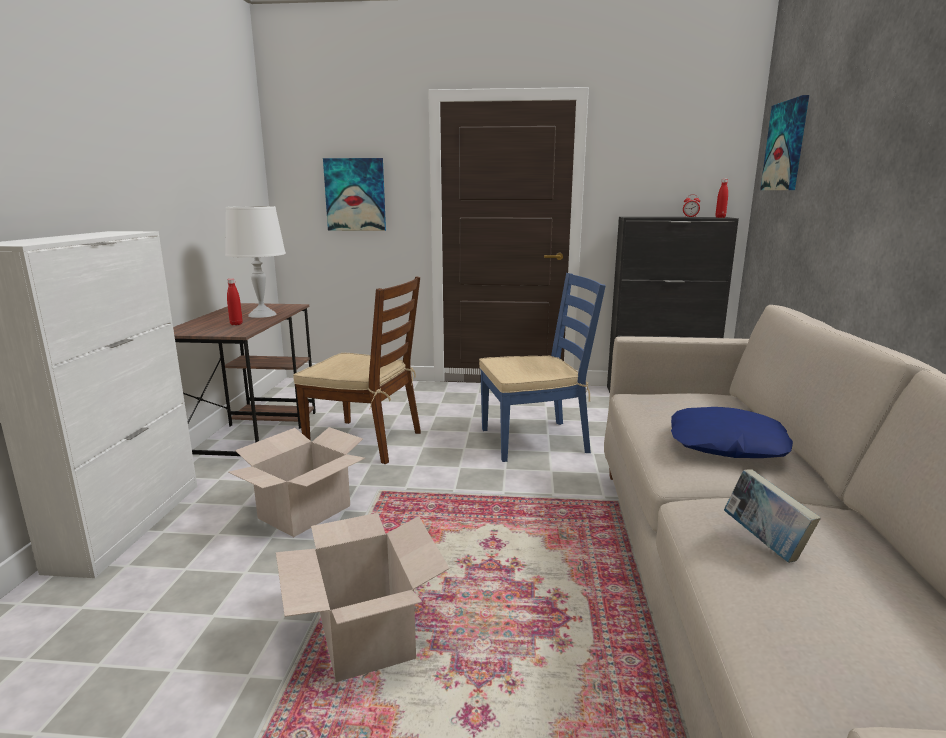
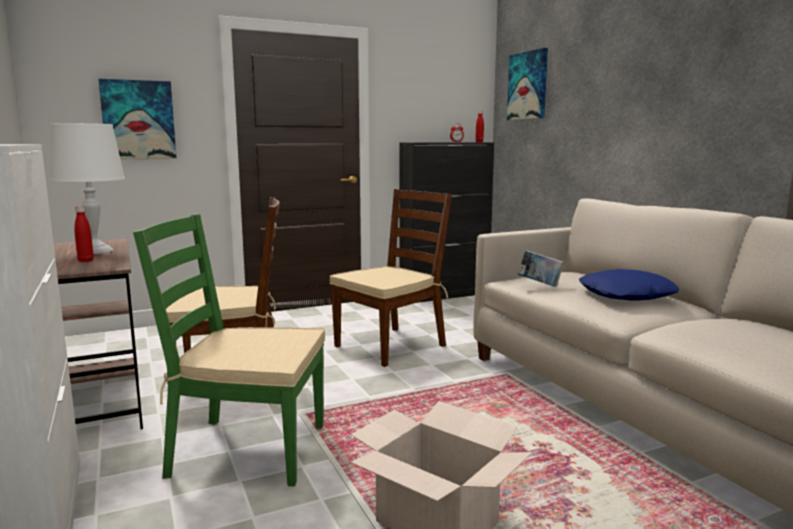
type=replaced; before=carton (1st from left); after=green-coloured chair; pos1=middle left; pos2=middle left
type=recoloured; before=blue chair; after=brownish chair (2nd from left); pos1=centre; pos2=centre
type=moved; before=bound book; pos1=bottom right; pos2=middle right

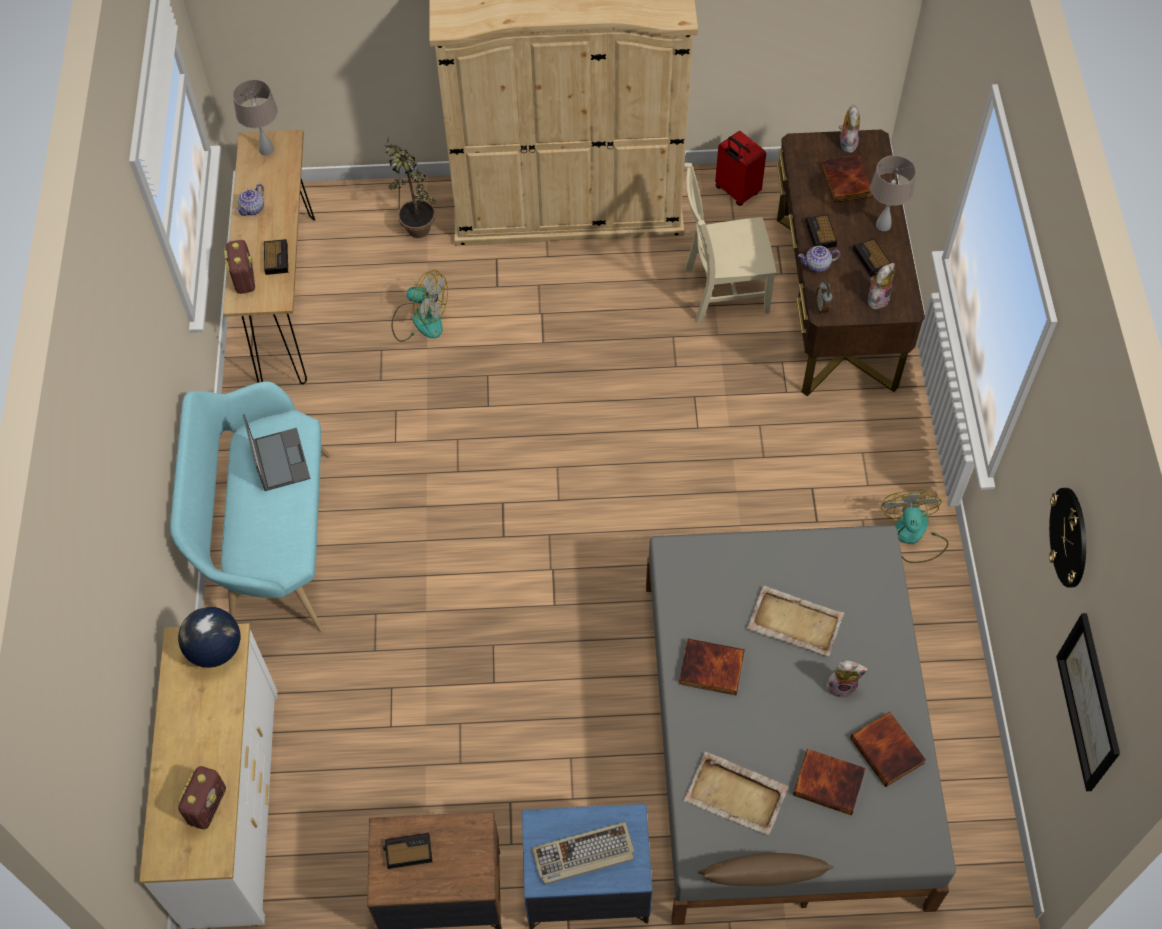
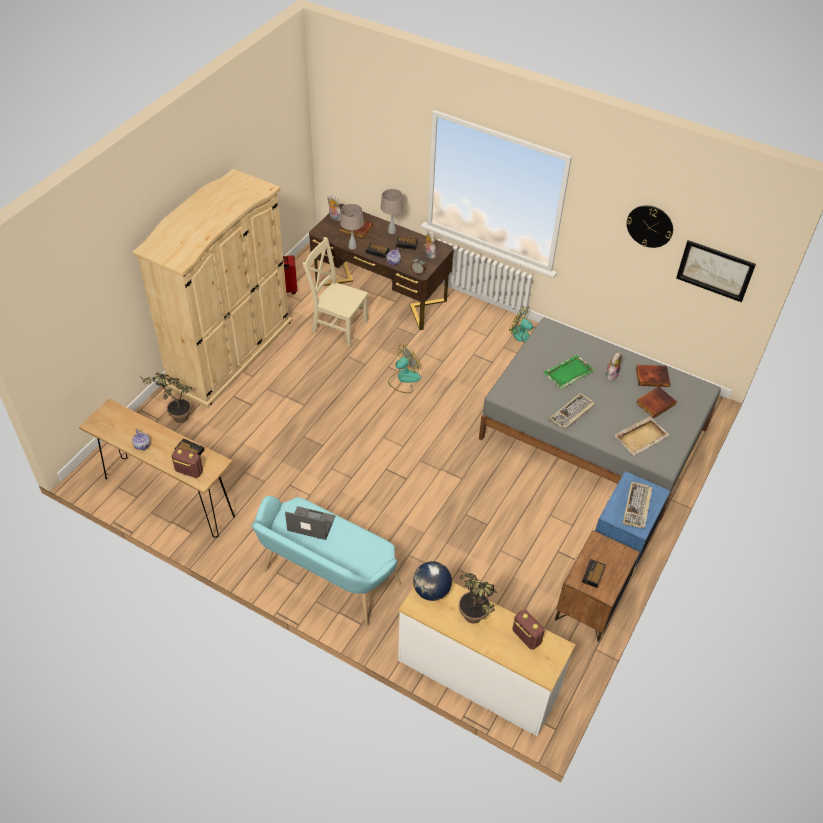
type=turned; before=beige-coloured chair; pos1=top centre; pos2=centre; turn=90
type=moved; before=beige-coloured tabletop lamp (1st from left); pos1=top left; pos2=top centre
type=moved; before=fan (1st from left); pos1=top centre; pos2=centre
type=added; after=plant in a pot (2nd from left); pos2=bottom centre
type=recoloured; before=beige-coloured serving tray (2nd from left); after=green-coloured serving tray; pos1=bottom right; pos2=middle right
type=replaced; before=bound book (1st from left); after=PC keyboard (1st from left); pos1=bottom centre; pos2=middle right
type=removed; before=brownish pillow; pos1=bottom centre

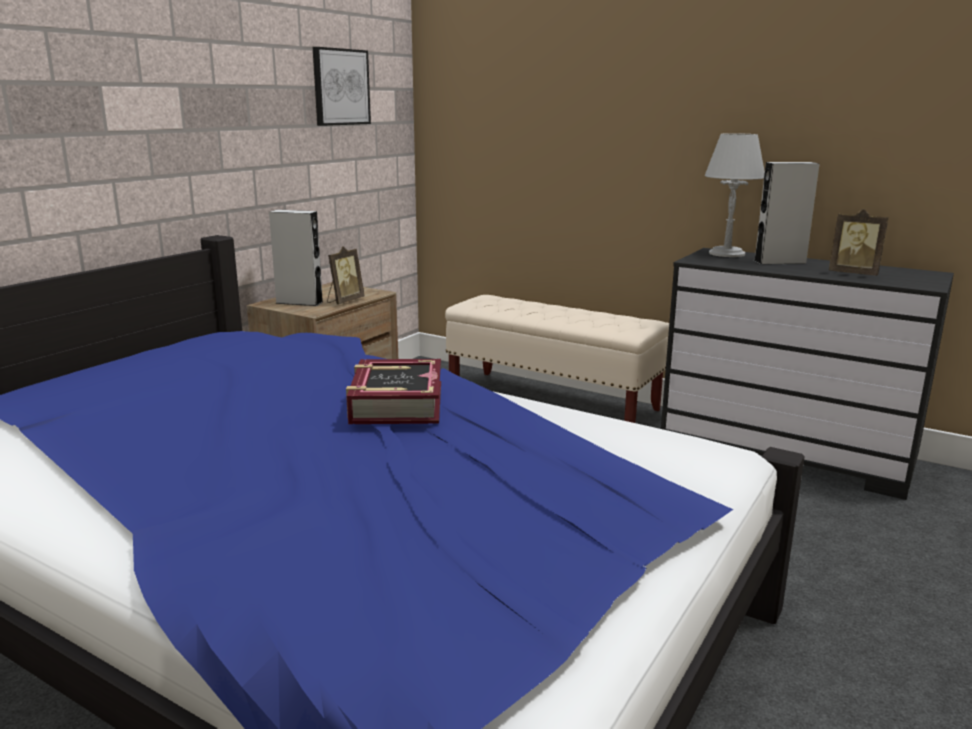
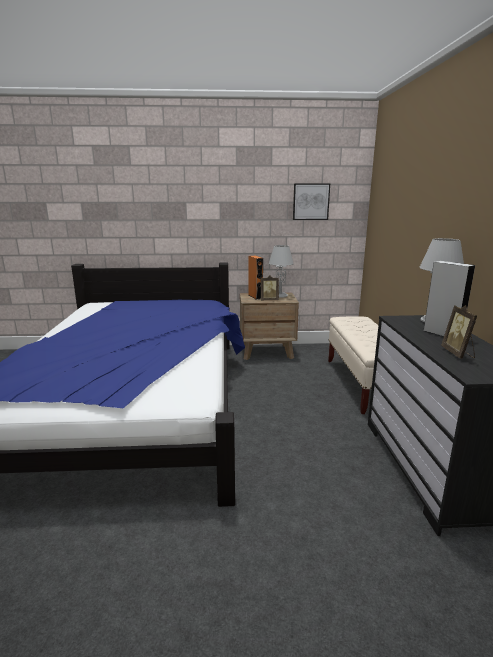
type=recoloured; before=grey audio speaker (1st from left); after=orange-coloured audio speaker; pos1=middle left; pos2=centre
type=added; after=grey tabletop lamp (1st from left); pos2=centre
type=removed; before=bound book; pos1=centre

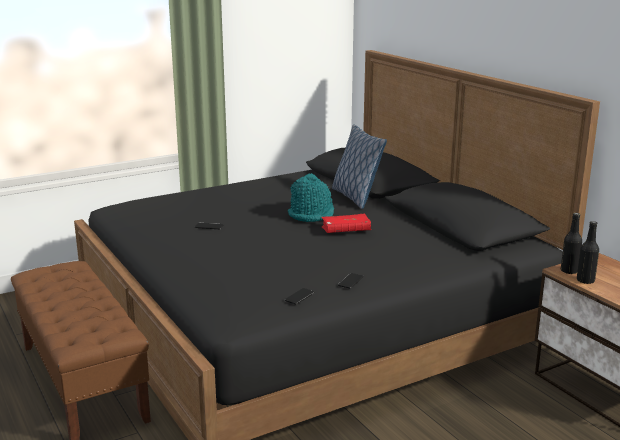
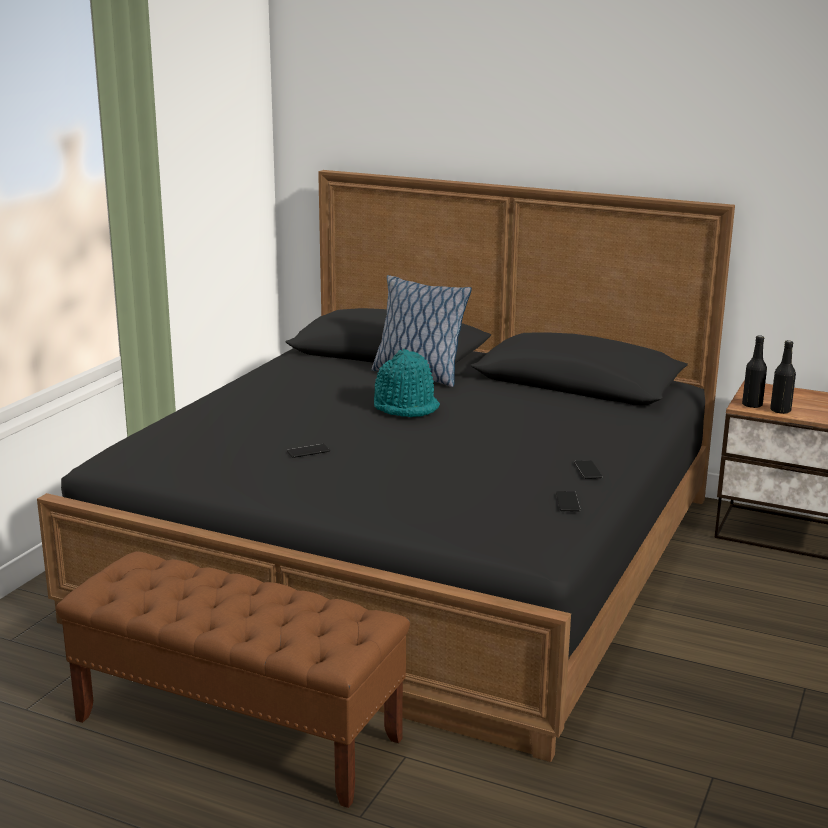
type=removed; before=reddish bound book; pos1=centre

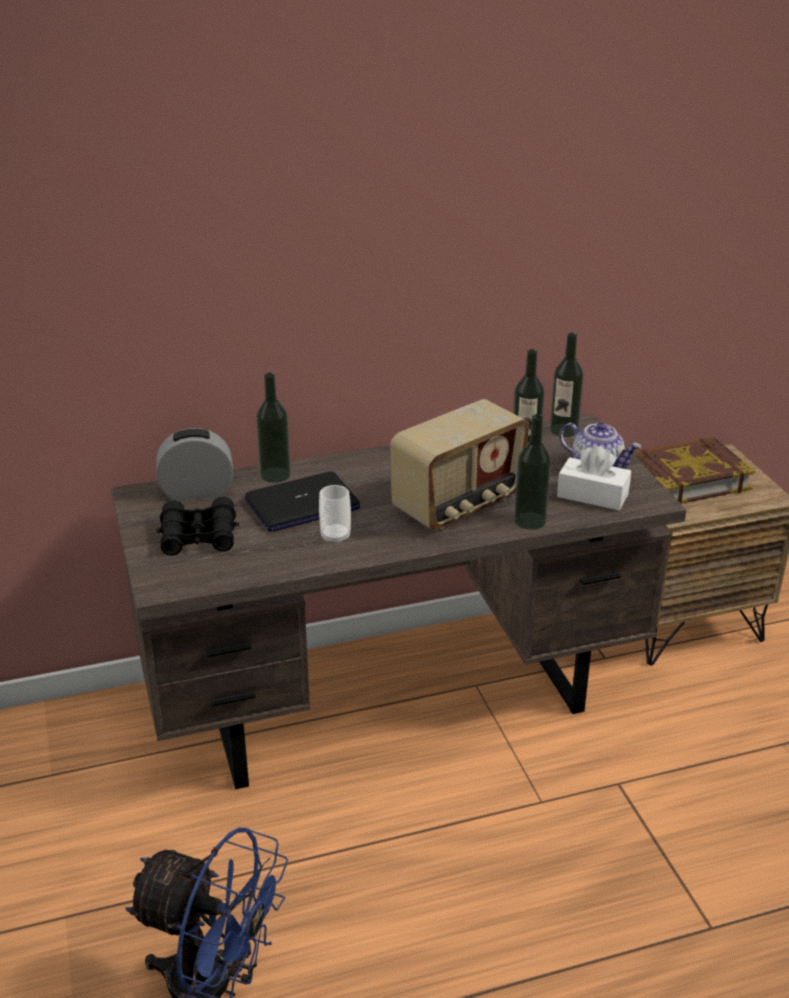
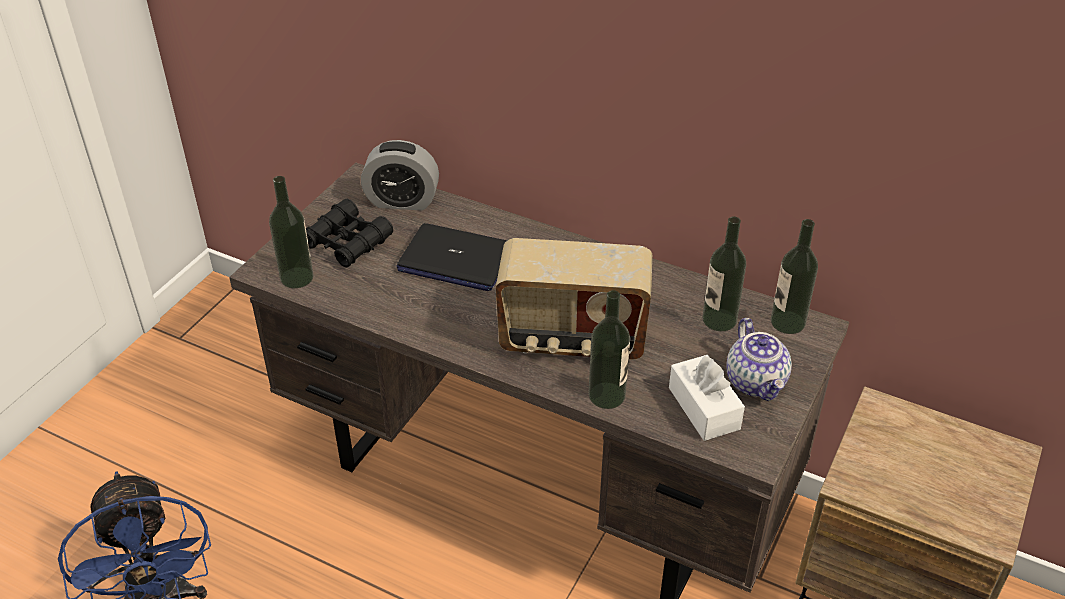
type=moved; before=beverage bottle (1st from left); pos1=centre; pos2=middle left
type=turned; before=bedside clock; pos1=middle left; pos2=top centre; turn=150
type=removed; before=drinking cup; pos1=centre
type=removed; before=bound book; pos1=middle right

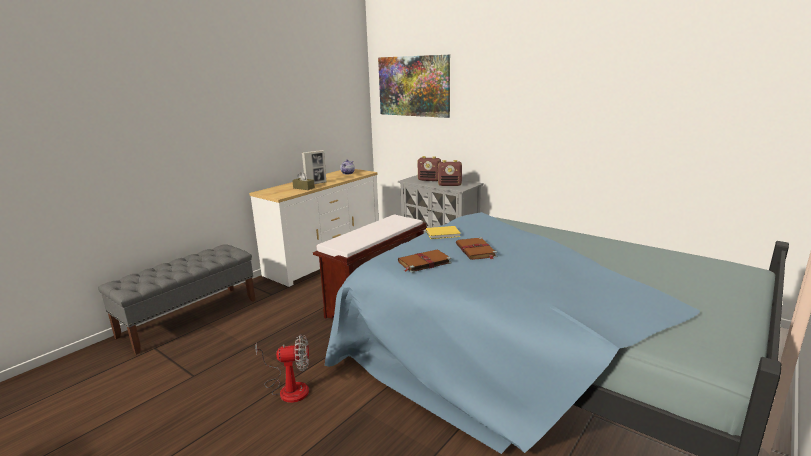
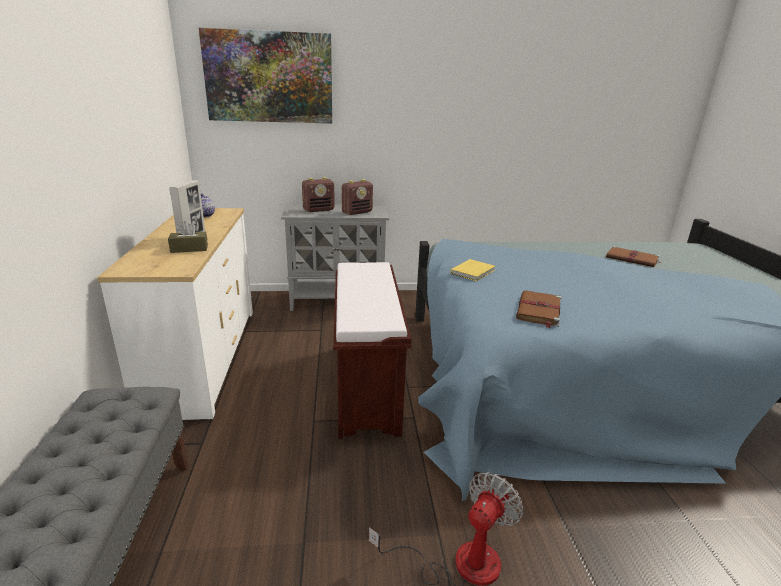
type=moved; before=brownish bound book (2nd from left); pos1=centre; pos2=middle right

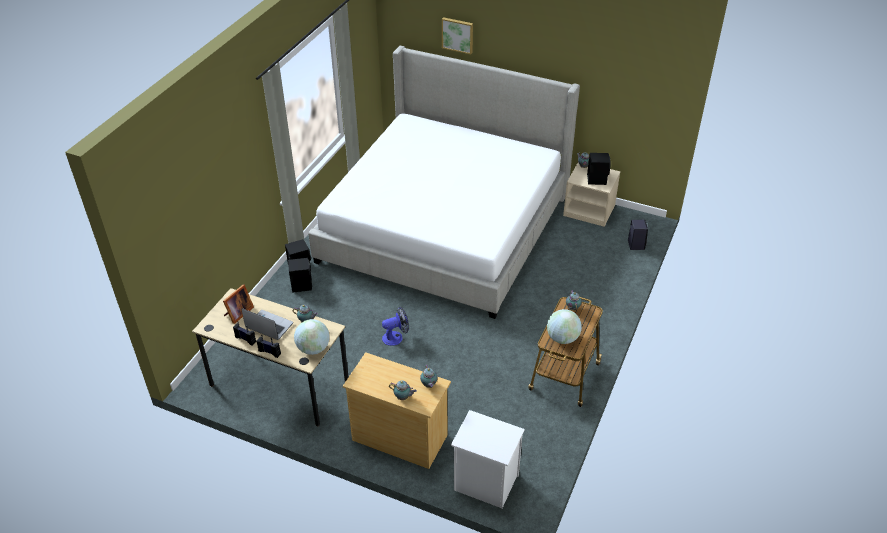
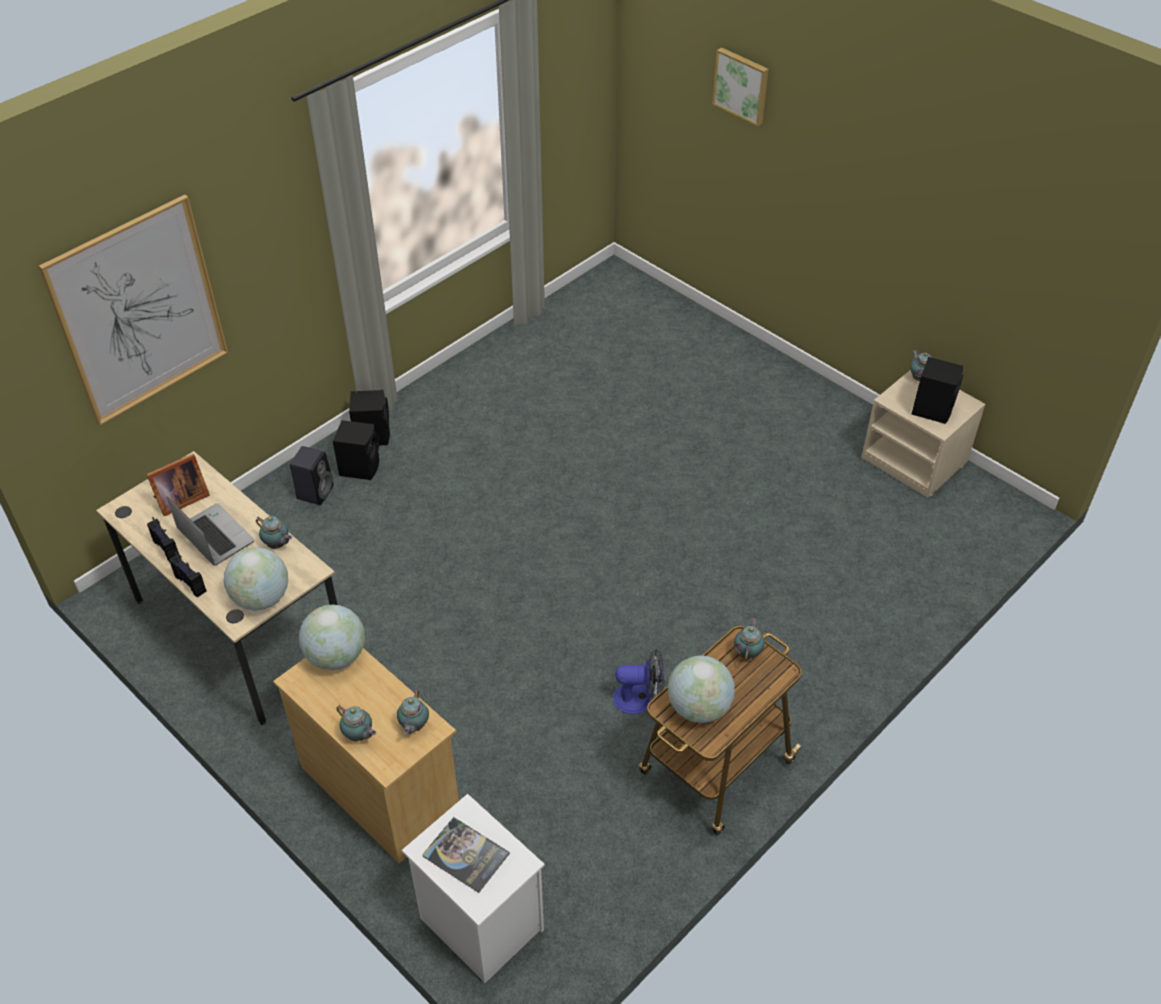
type=added; after=wall picture (1st from left); pos2=top left
type=moved; before=blackish audio speaker (4th from left in the first image); after=blackish audio speaker (1st from left); pos1=middle right; pos2=middle left
type=added; after=desk globe (2nd from left); pos2=middle left
type=added; after=bound book; pos2=bottom centre
type=moved; before=fan; pos1=centre; pos2=bottom centre
type=removed; before=bed; pos1=centre

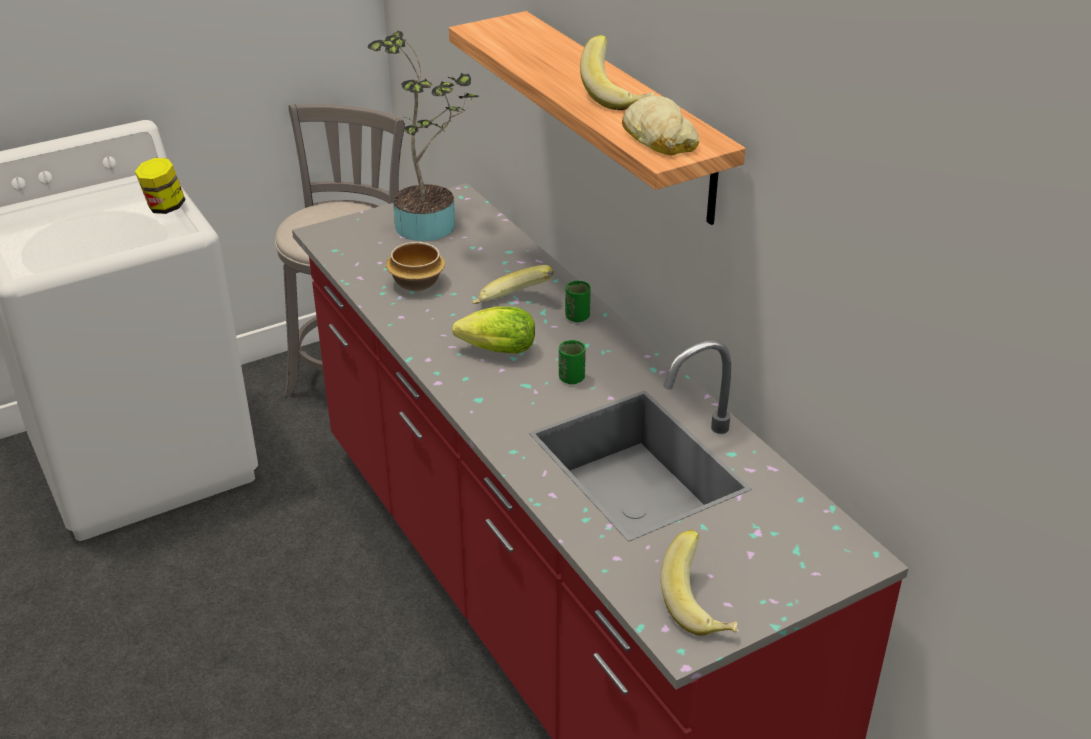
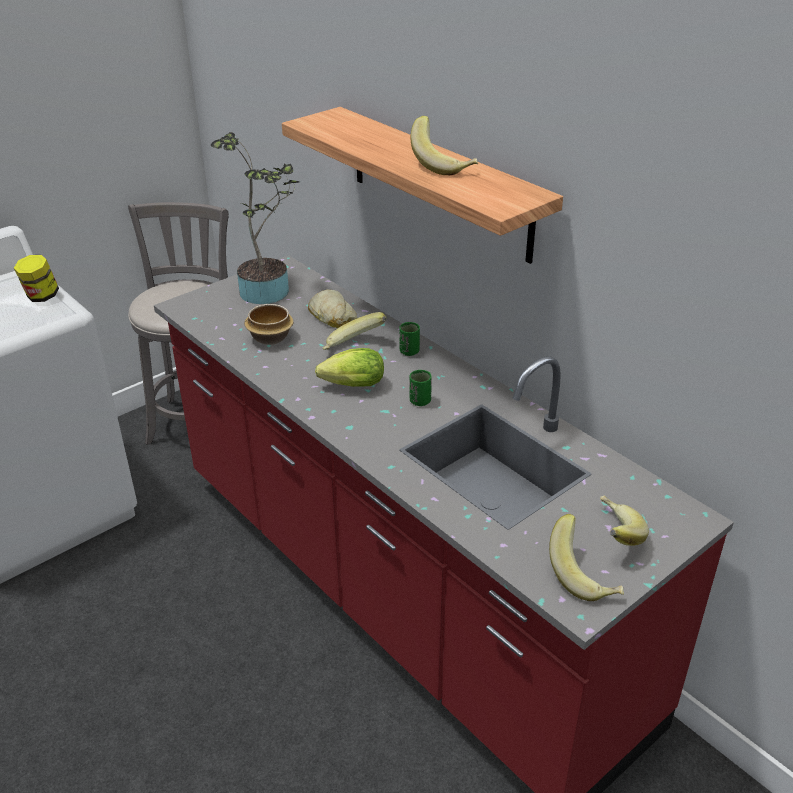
type=moved; before=bakery bread; pos1=top centre; pos2=centre
type=added; after=banana (4th from left); pos2=middle right

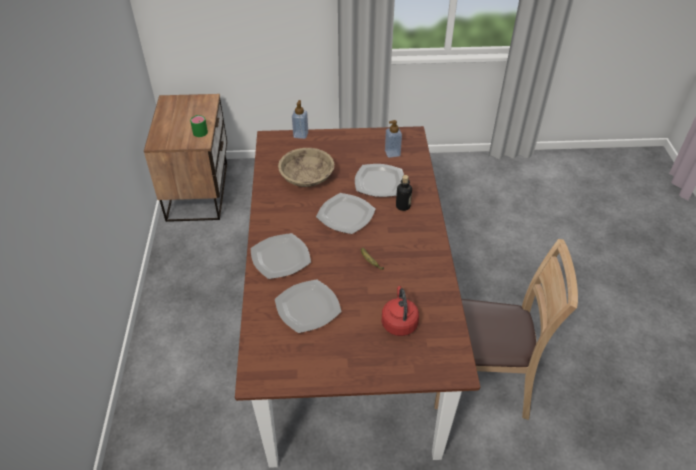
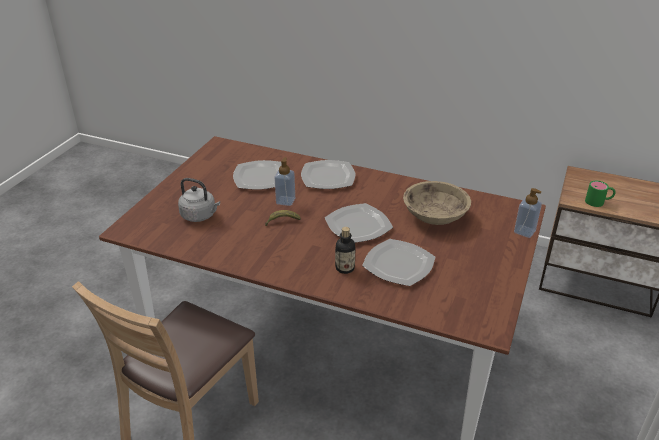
type=recoloured; before=reddish kettle; after=grey kettle; pos1=centre; pos2=middle left
type=moved; before=liquid soap bottle (2nd from left in the first image); after=liquid soap bottle (1st from left); pos1=top centre; pos2=centre

